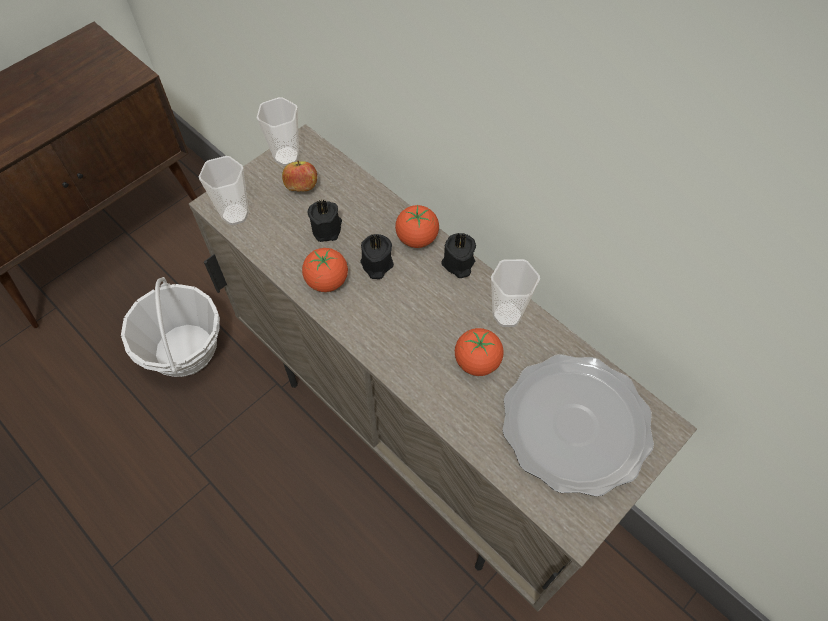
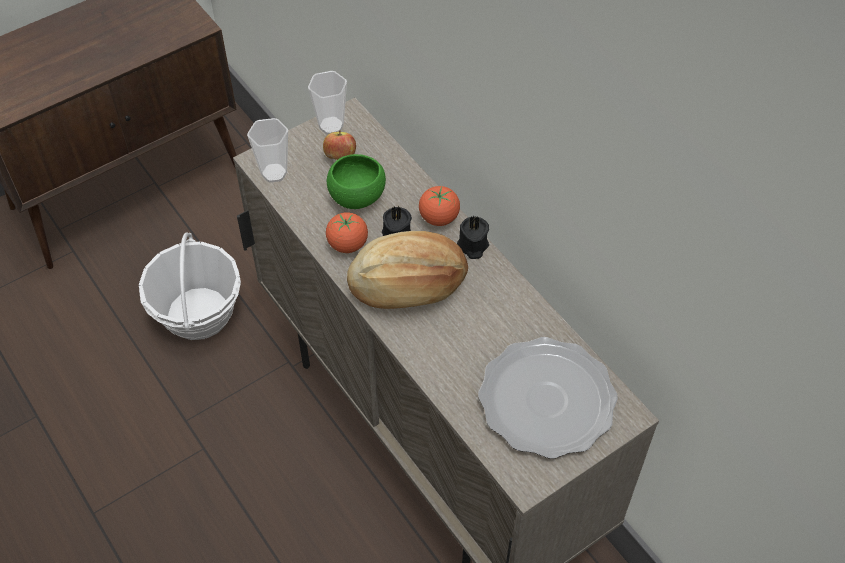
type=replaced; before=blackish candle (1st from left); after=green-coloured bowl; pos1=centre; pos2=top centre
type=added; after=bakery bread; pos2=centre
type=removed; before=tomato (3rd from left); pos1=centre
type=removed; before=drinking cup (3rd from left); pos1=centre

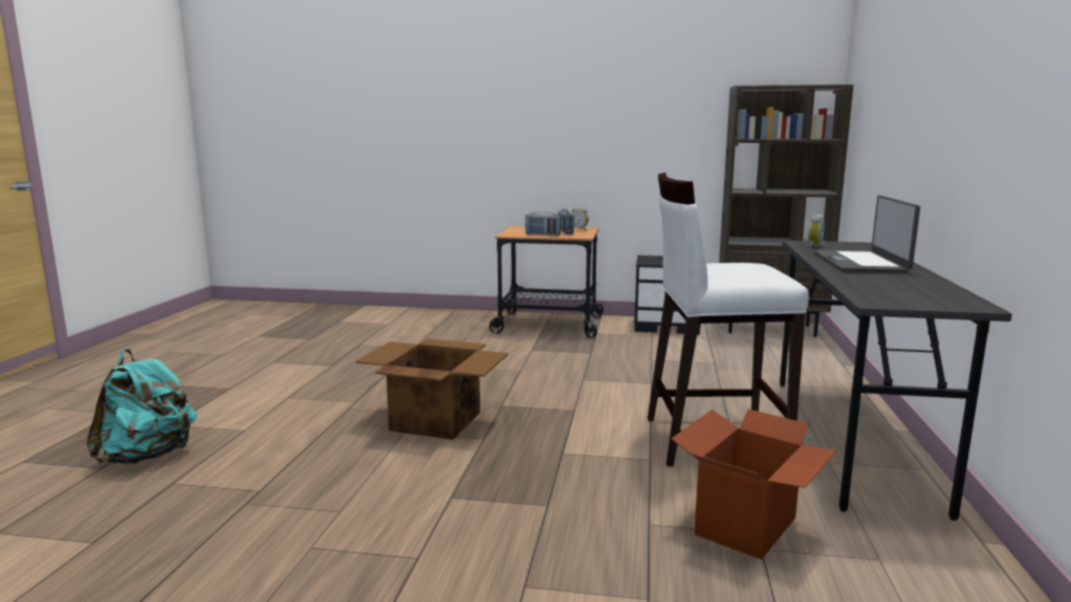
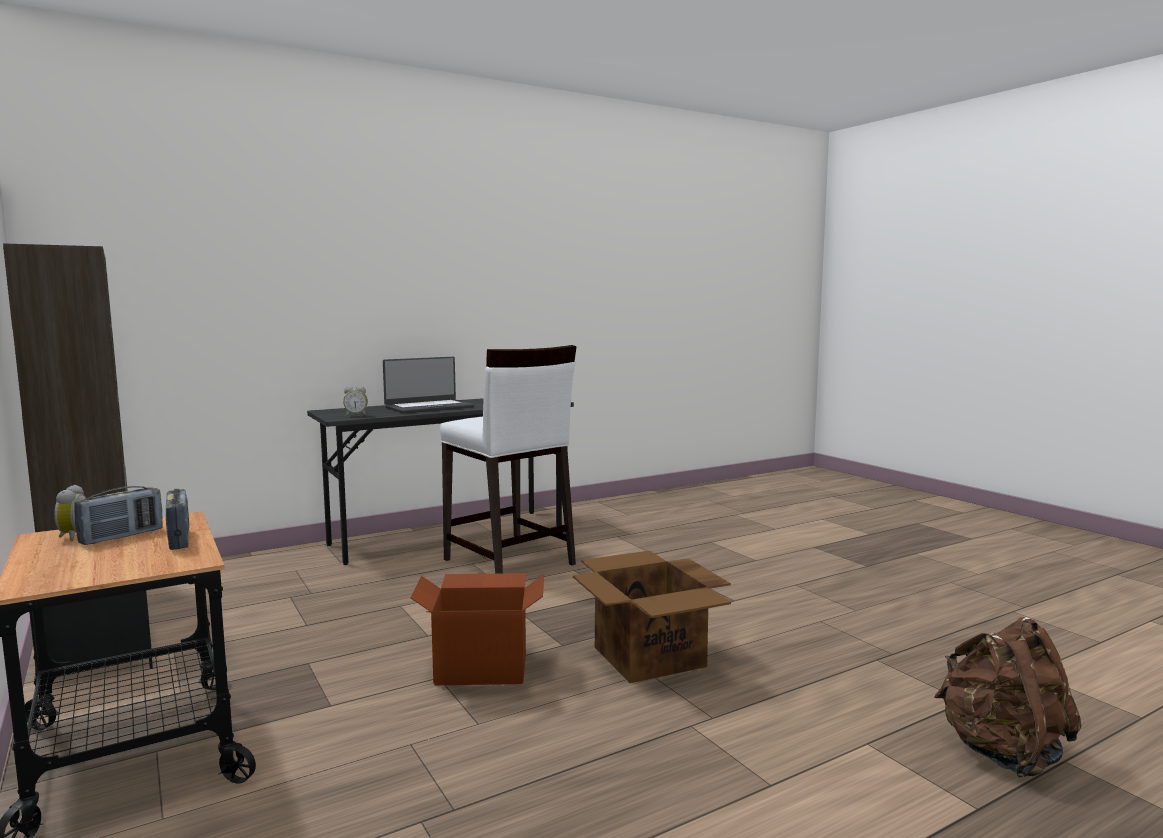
type=moved; before=carton (2nd from left in the first image); after=carton (1st from left); pos1=bottom right; pos2=bottom centre
type=recoloured; before=turquoise knapsack; after=brownish knapsack; pos1=bottom left; pos2=bottom right

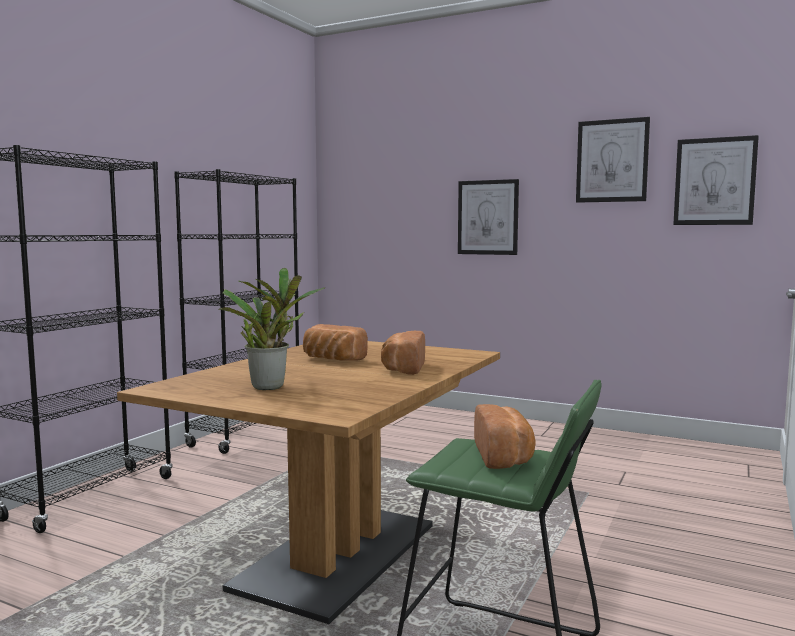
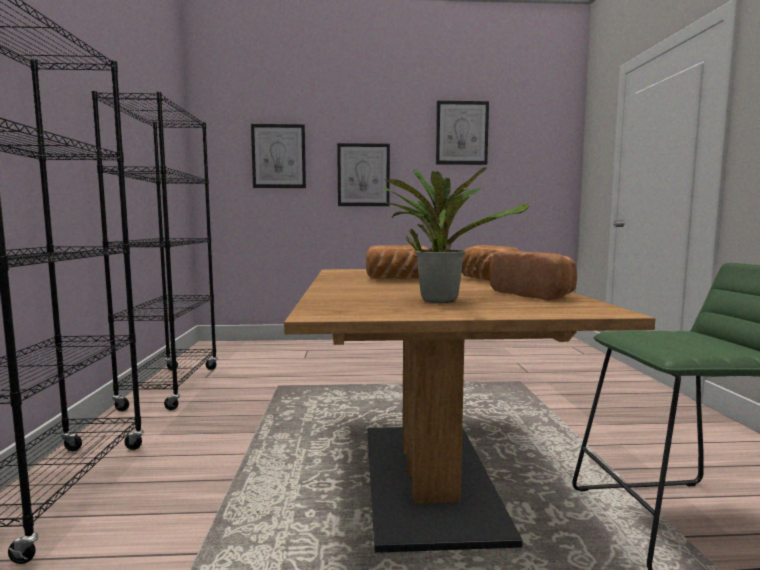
type=moved; before=wall picture (3rd from left in the first image); after=wall picture (1st from left); pos1=top right; pos2=top centre
type=moved; before=bakery bread (3rd from left); pos1=bottom centre; pos2=middle right

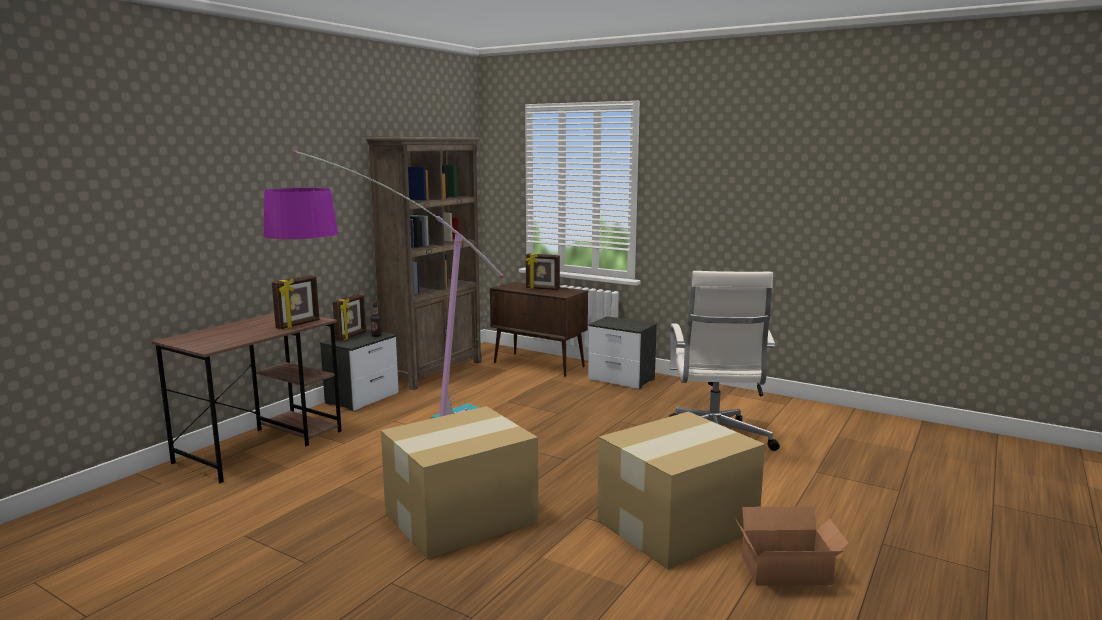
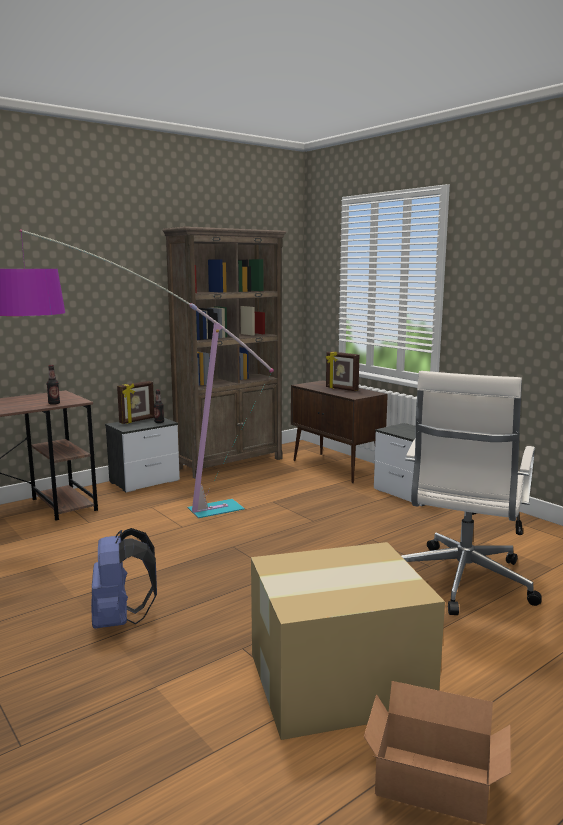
type=replaced; before=standing frame (1st from left); after=beverage bottle (1st from left); pos1=middle left; pos2=middle left
type=replaced; before=carton (1st from left); after=blue knapsack; pos1=bottom centre; pos2=bottom left

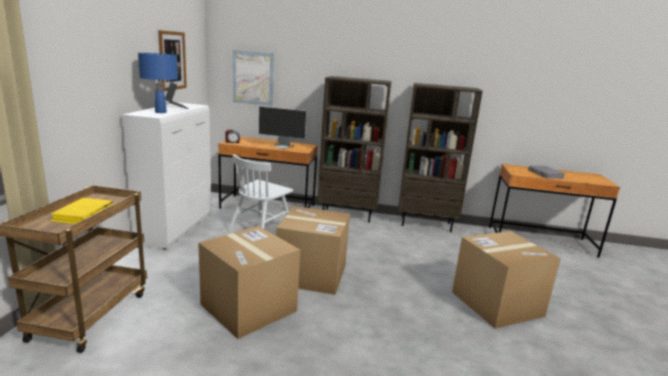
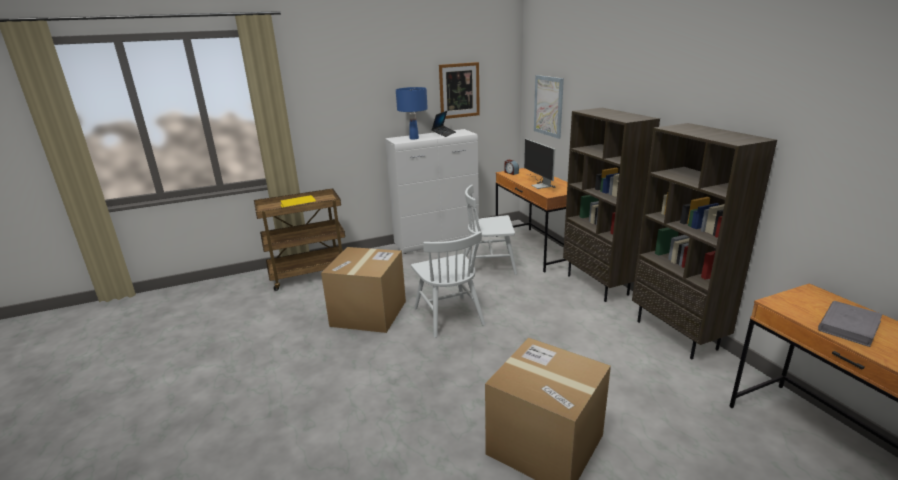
type=replaced; before=carton (2nd from left); after=white-coloured chair (1st from left); pos1=centre; pos2=centre

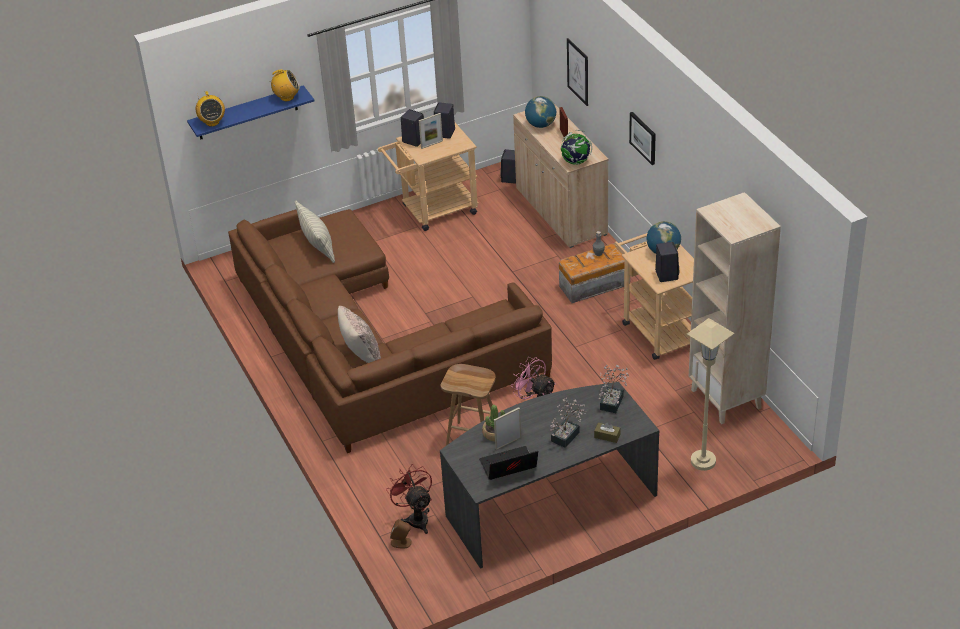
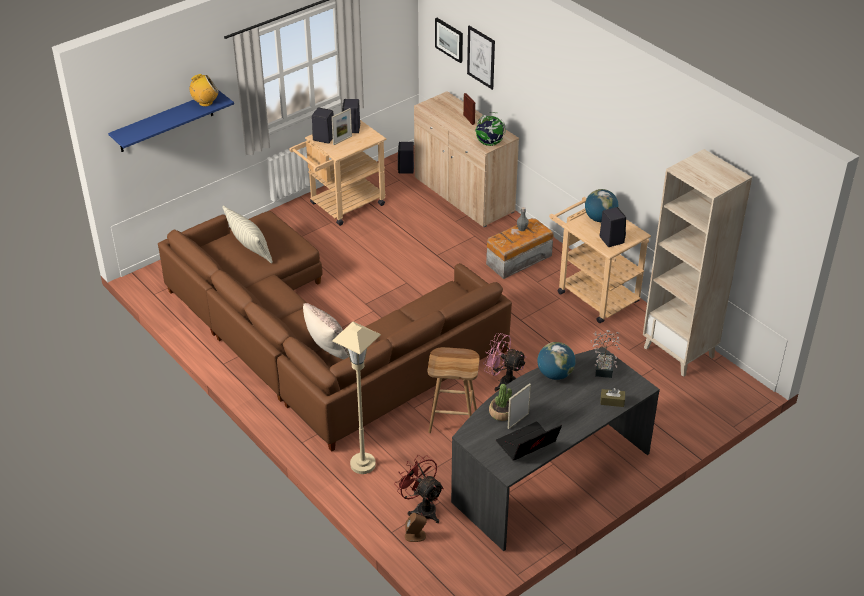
type=moved; before=beige-coloured floor lamp; pos1=middle right; pos2=centre
type=moved; before=wall picture (2nd from left in the first image); after=wall picture (1st from left); pos1=top right; pos2=top centre
type=moved; before=desk globe (1st from left in the first image); after=desk globe (2nd from left); pos1=top centre; pos2=centre
type=removed; before=radio (1st from left); pos1=top left
type=removed; before=plant in a pot (2nd from left); pos1=bottom centre

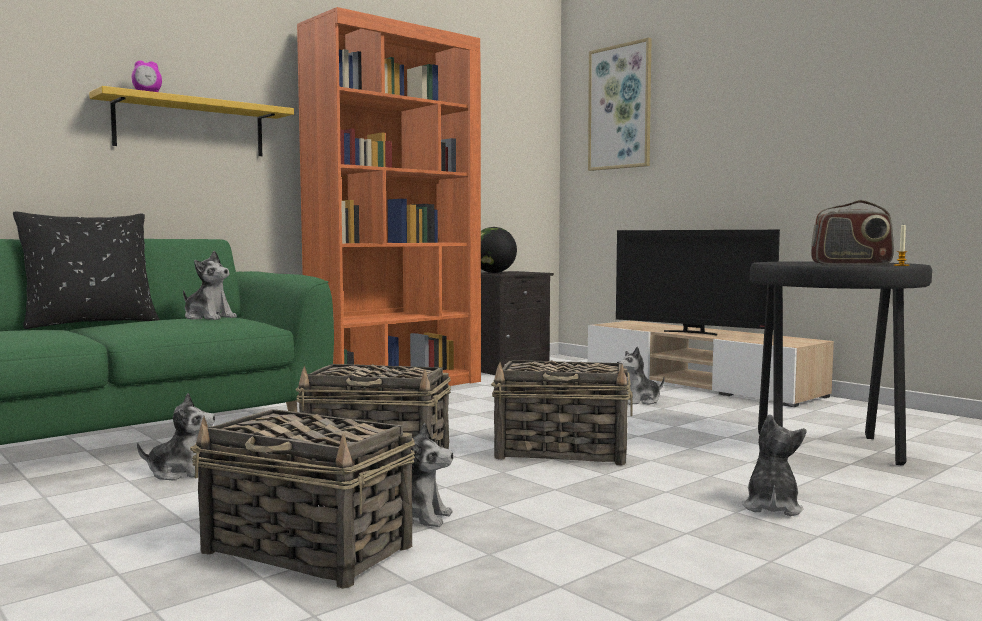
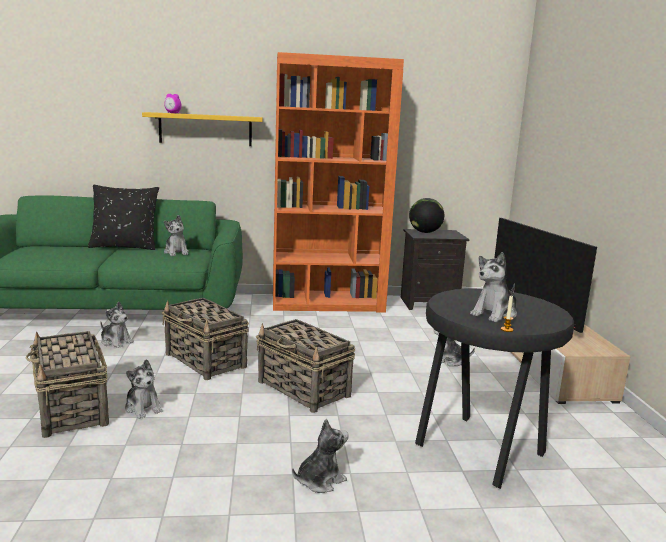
type=replaced; before=radio; after=cuddly toy (6th from left); pos1=middle right; pos2=middle right
type=removed; before=wall picture; pos1=top centre

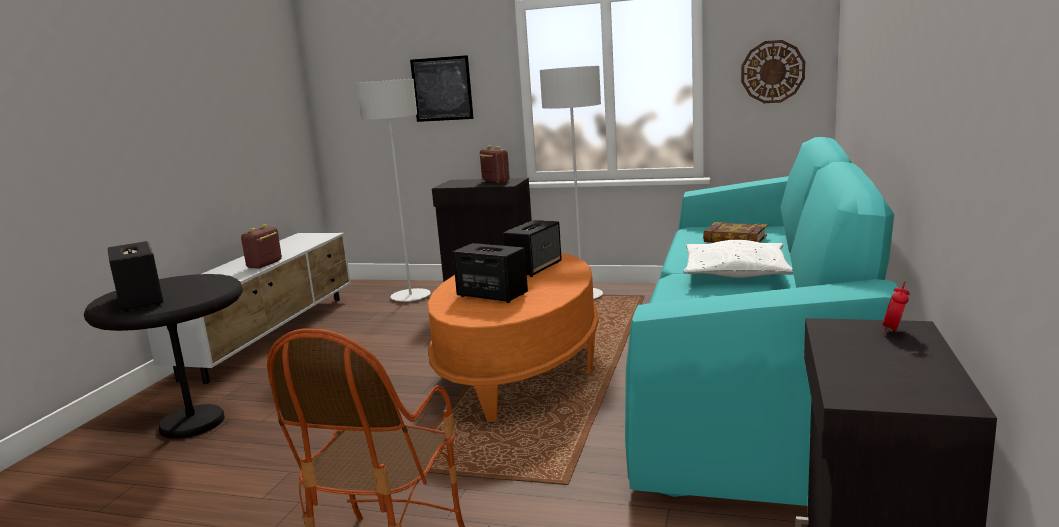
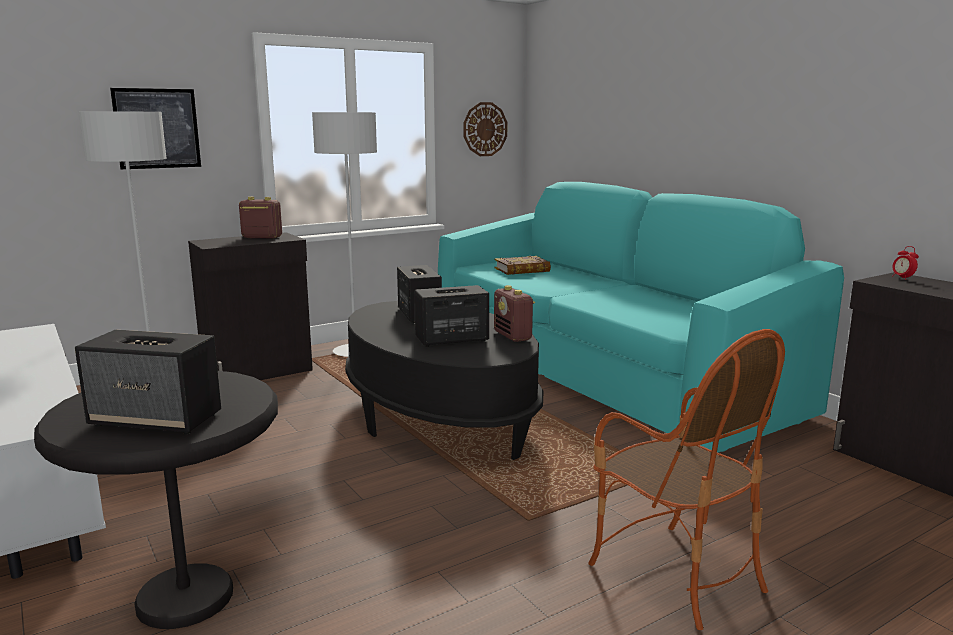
type=recoloured; before=orange-coloured lounge table; after=blackish lounge table; pos1=centre; pos2=centre
type=moved; before=radio (1st from left in the first image); after=radio (2nd from left); pos1=middle left; pos2=centre
type=removed; before=white-coloured pillow; pos1=middle right

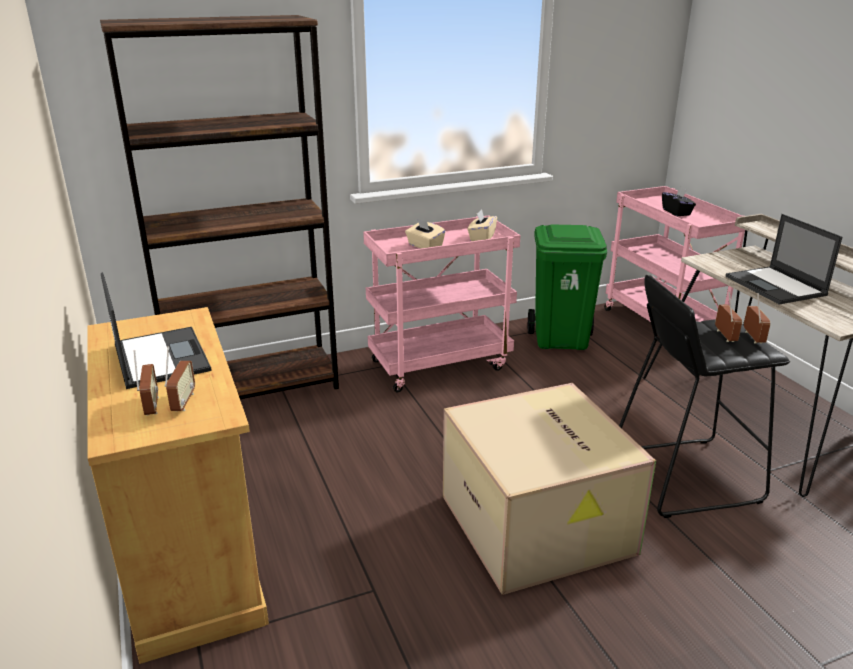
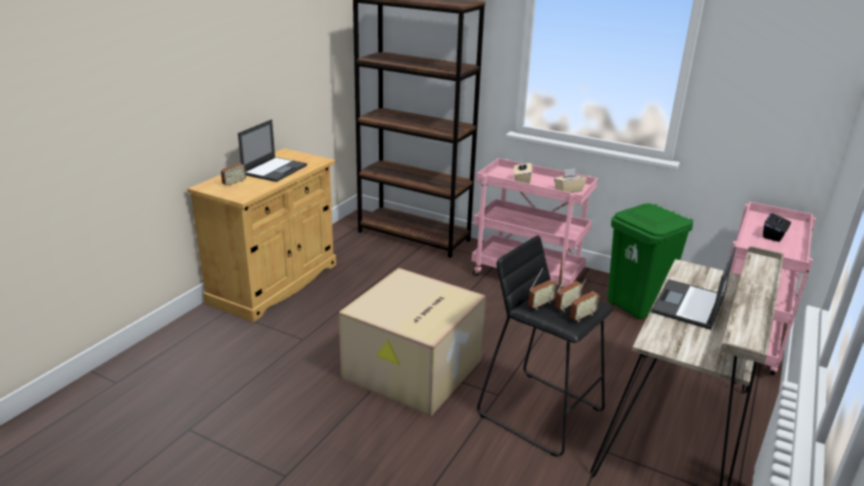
type=moved; before=radio (2nd from left); pos1=middle left; pos2=centre

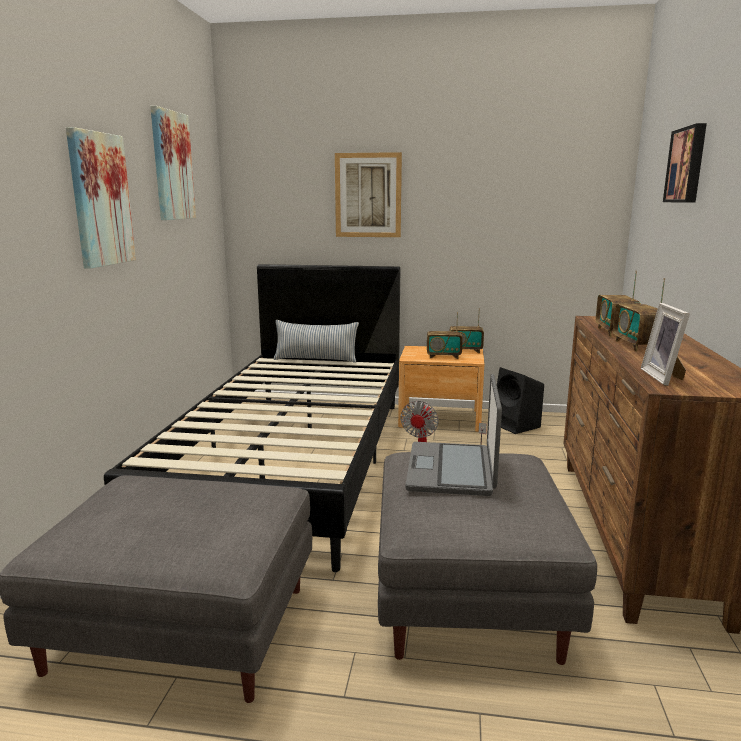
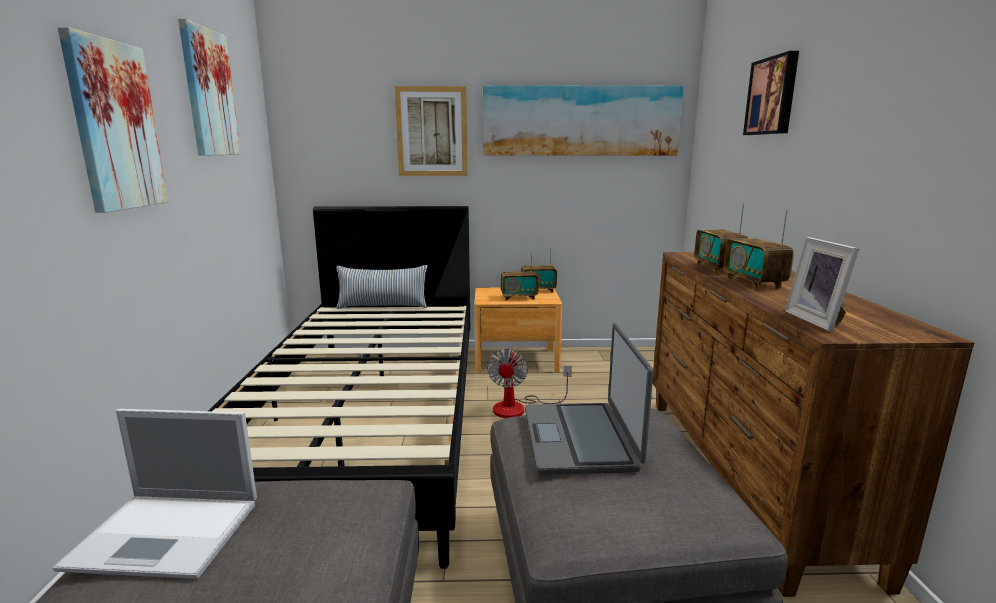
type=added; after=laptop (1st from left); pos2=bottom left
type=added; after=wall picture (4th from left); pos2=top centre
type=removed; before=blackish audio speaker; pos1=middle right

